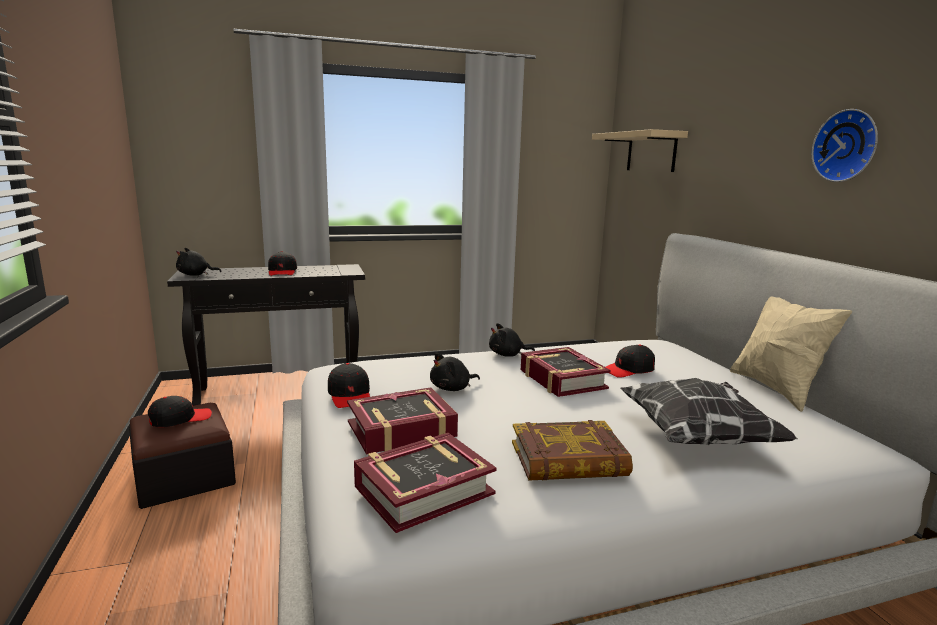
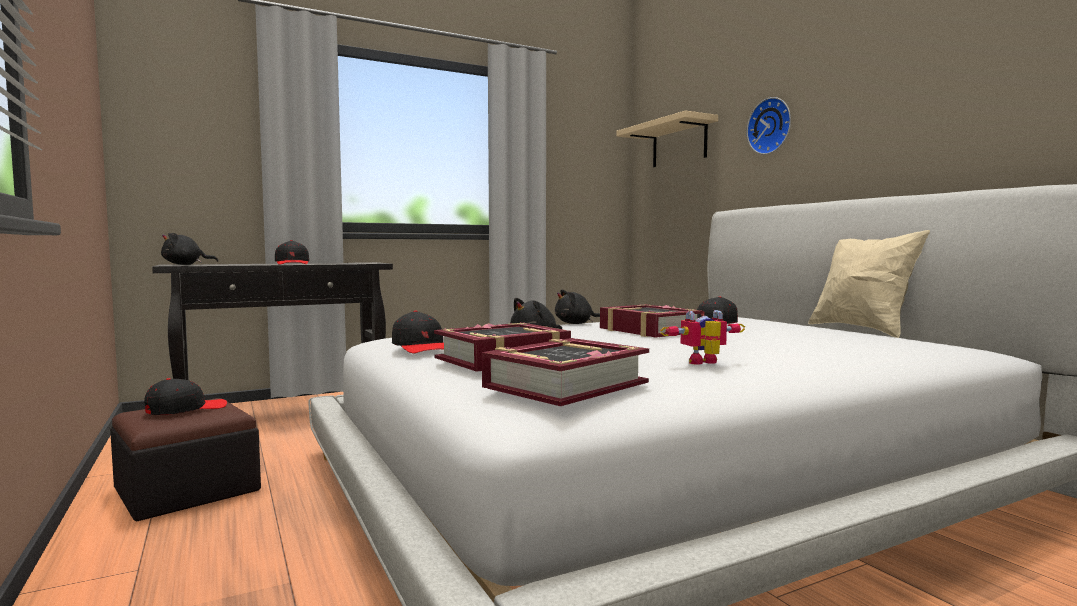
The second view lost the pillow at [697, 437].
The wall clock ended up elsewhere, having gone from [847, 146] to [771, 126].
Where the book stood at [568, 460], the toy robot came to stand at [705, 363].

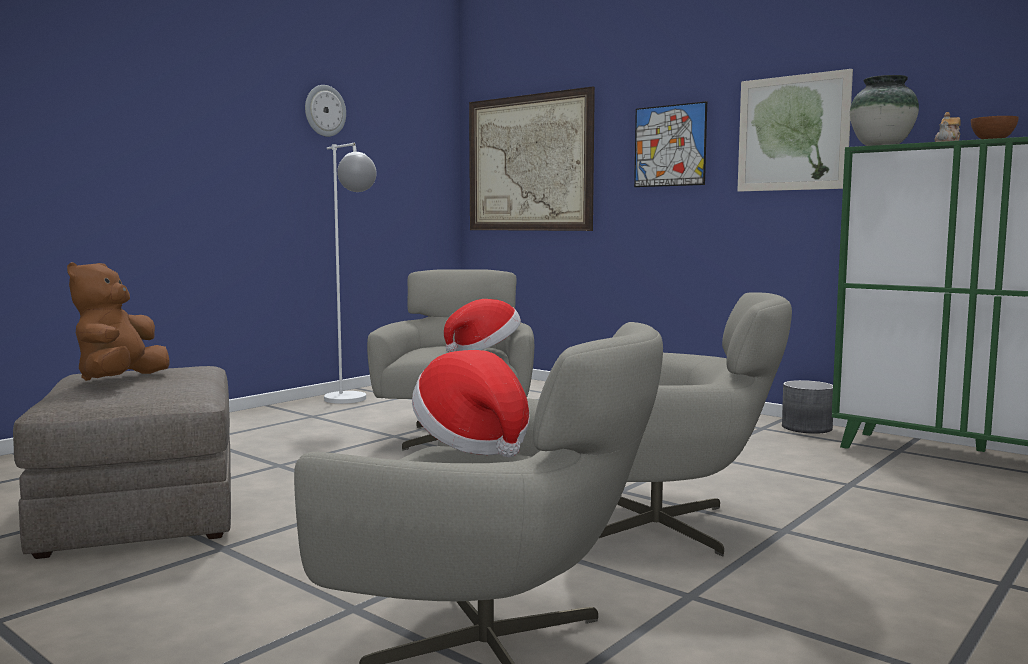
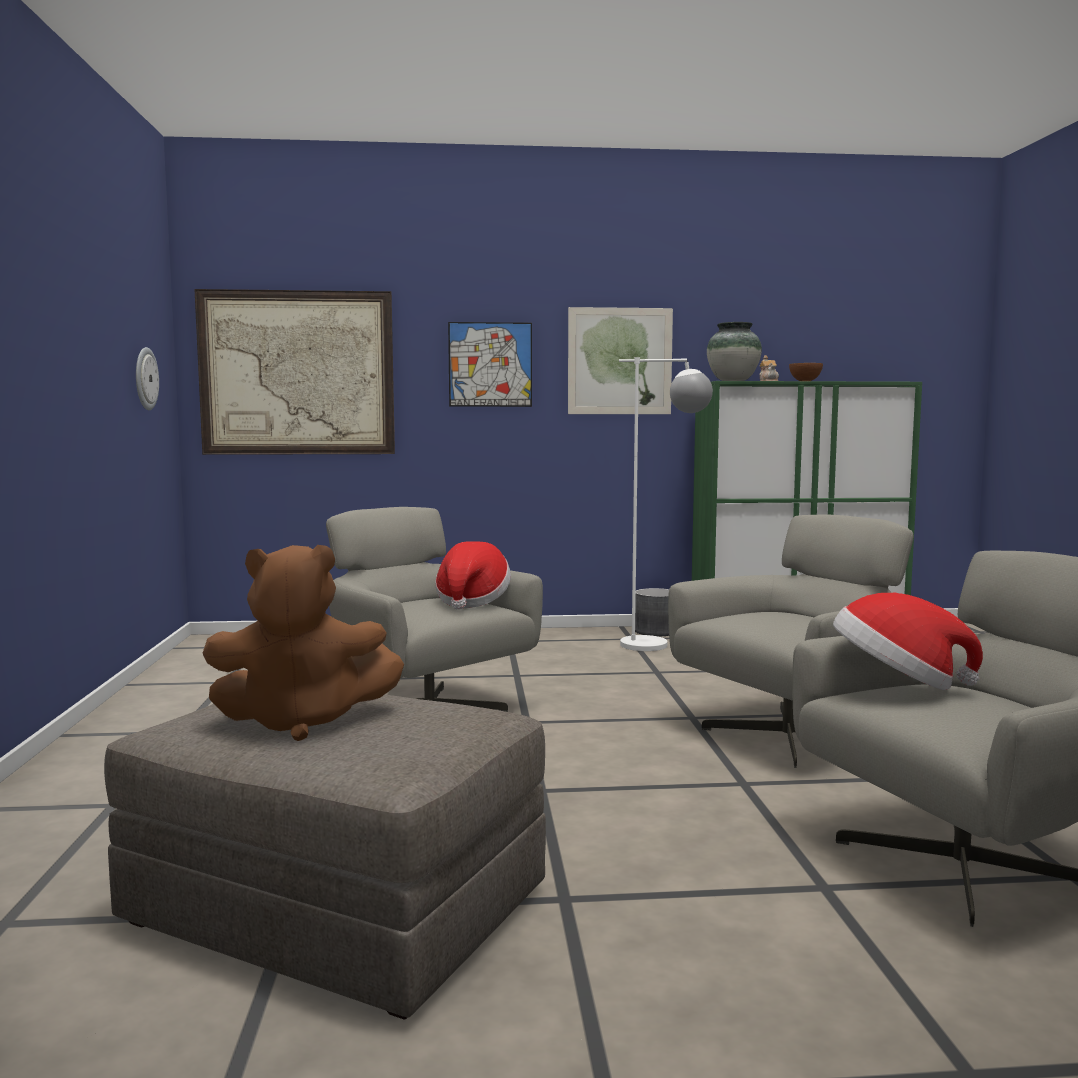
The wall clock ended up elsewhere, having gone from [324, 111] to [145, 379].
The white floor lamp ended up elsewhere, having gone from [352, 401] to [661, 645].
The brown plush toy at [120, 381] ended up facing another way, 60 degrees counterclockwise from before.

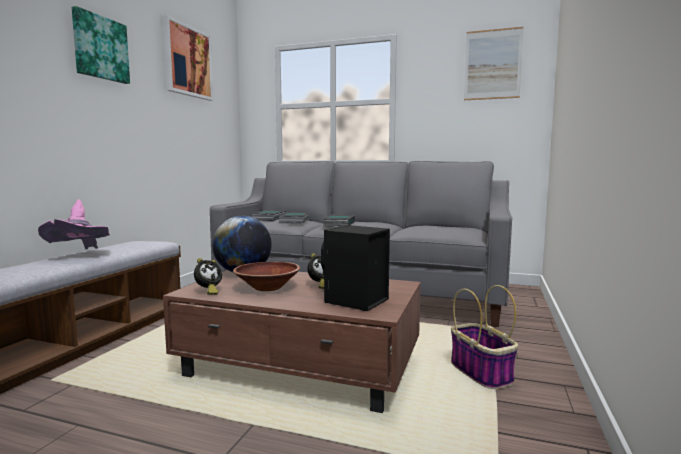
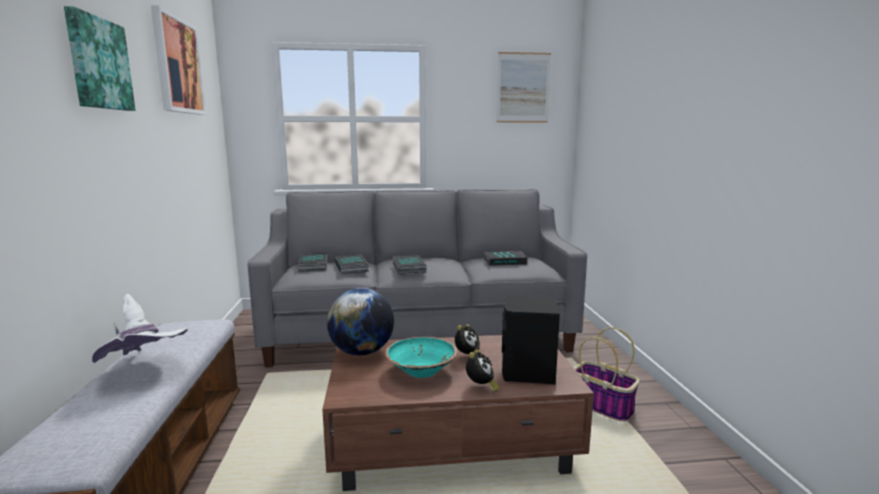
The second view gained the book at [505, 261].
The alarm clock ended up elsewhere, having gone from [208, 292] to [481, 387].
What was the pink hat at [80, 256] turned into the white hat at [143, 371].
What was the brown bowl at [267, 288] turned into the turquoise bowl at [421, 371].

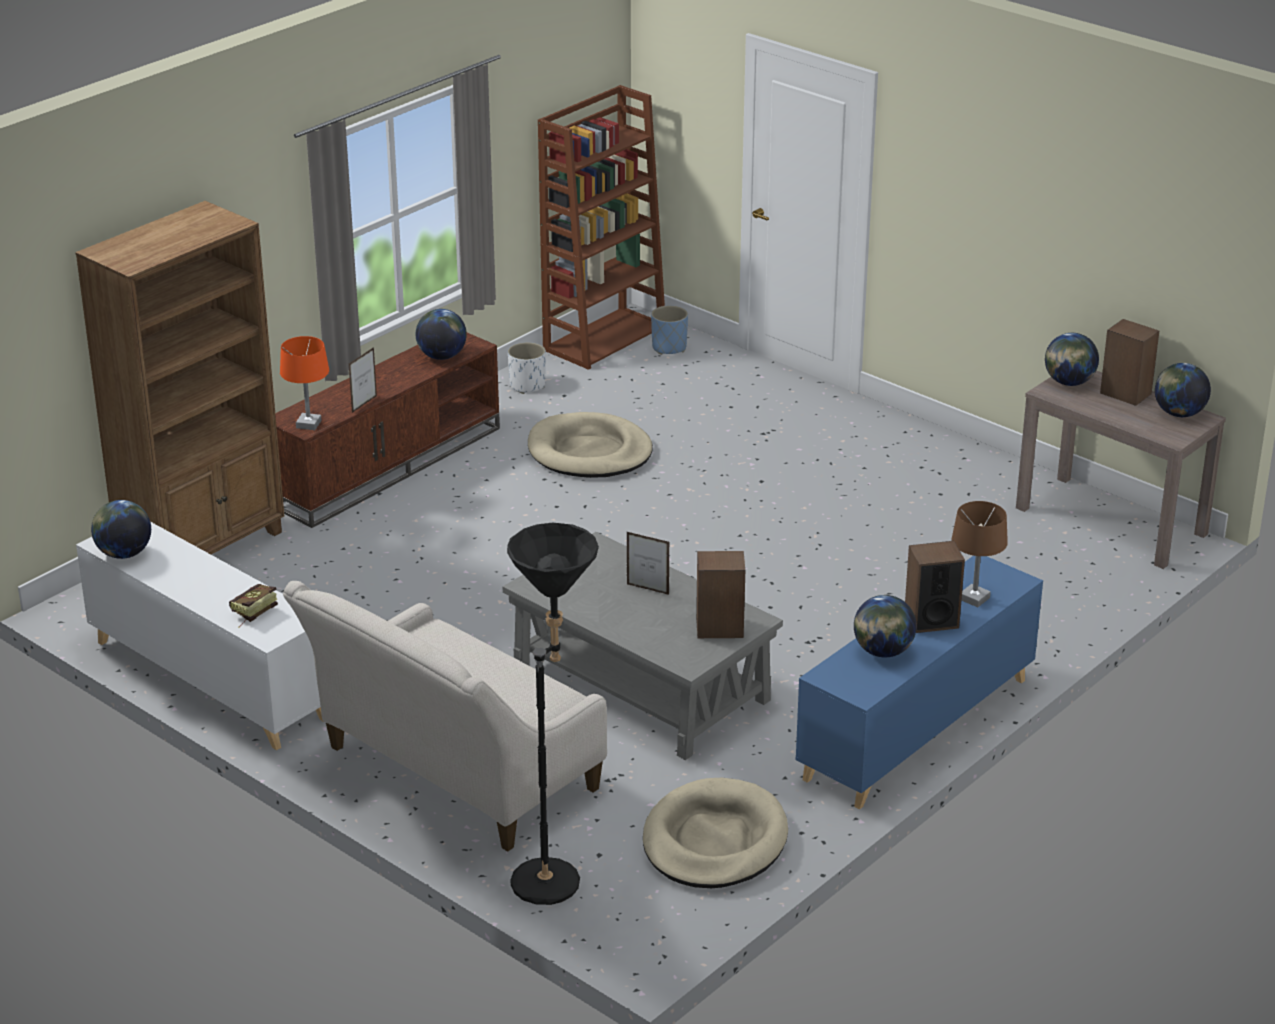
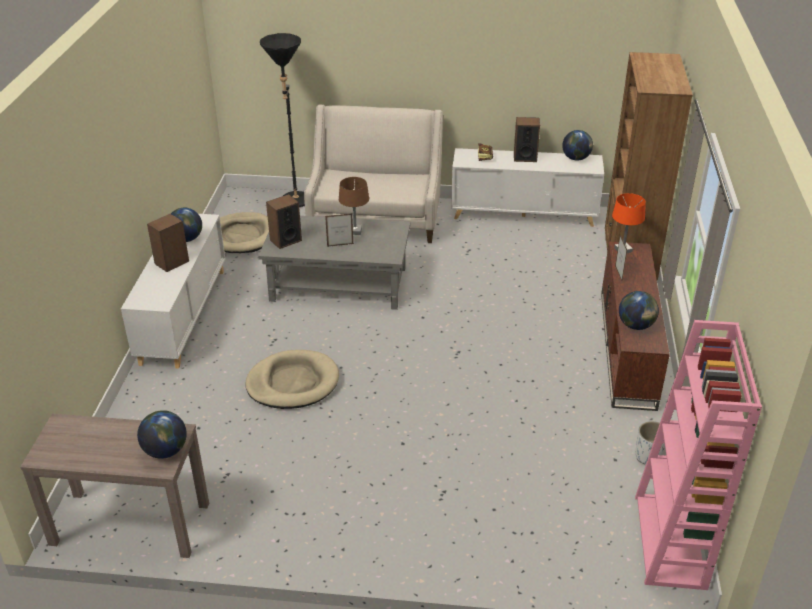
The second view lost the blue planter at [669, 347].
The second view lost the globe at [1179, 413].
The beige dog bed ended up elsewhere, having gone from [589, 452] to [293, 383].
The brown table lamp ended up elsewhere, having gone from [974, 598] to [355, 231].
The speaker ended up elsewhere, having gone from [1125, 393] to [525, 157].
What was the brown bookcase at [605, 338] turned into the pink bookcase at [671, 542].
What was the blue cabinet at [916, 729] turned into the white cabinet at [183, 315].

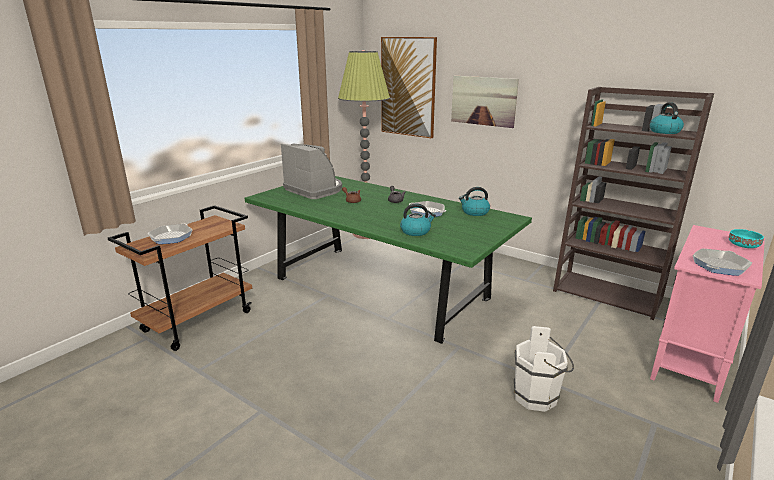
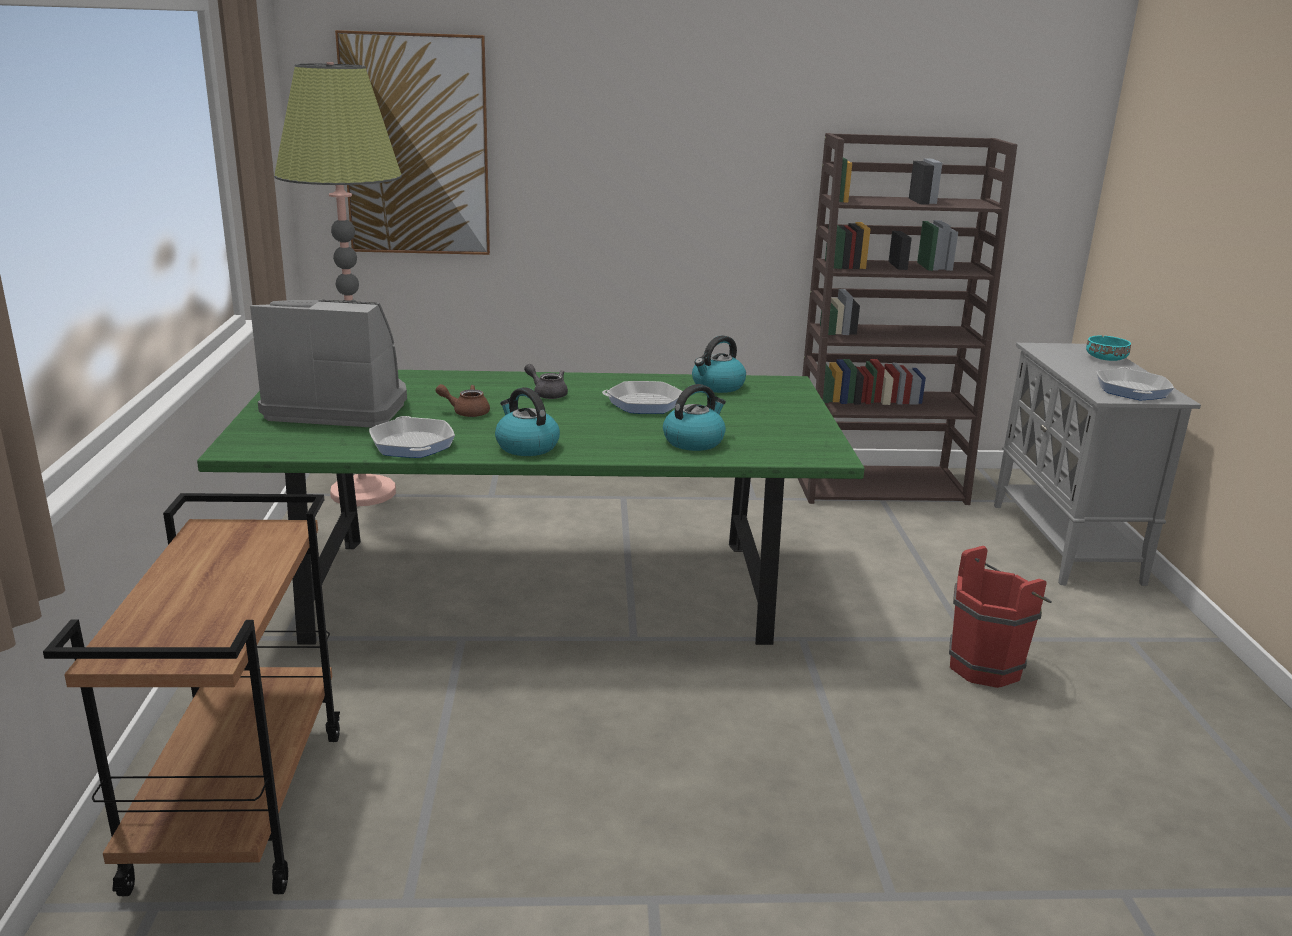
The second view lost the picture at [483, 101].
The frying pan ended up elsewhere, having gone from [171, 237] to [412, 444].
The kettle ended up elsewhere, having gone from [664, 131] to [526, 446].
What was the white bucket at [538, 397] turned into the red bucket at [989, 665].
What was the pink cabinet at [691, 360] turned into the grey cabinet at [1066, 543].

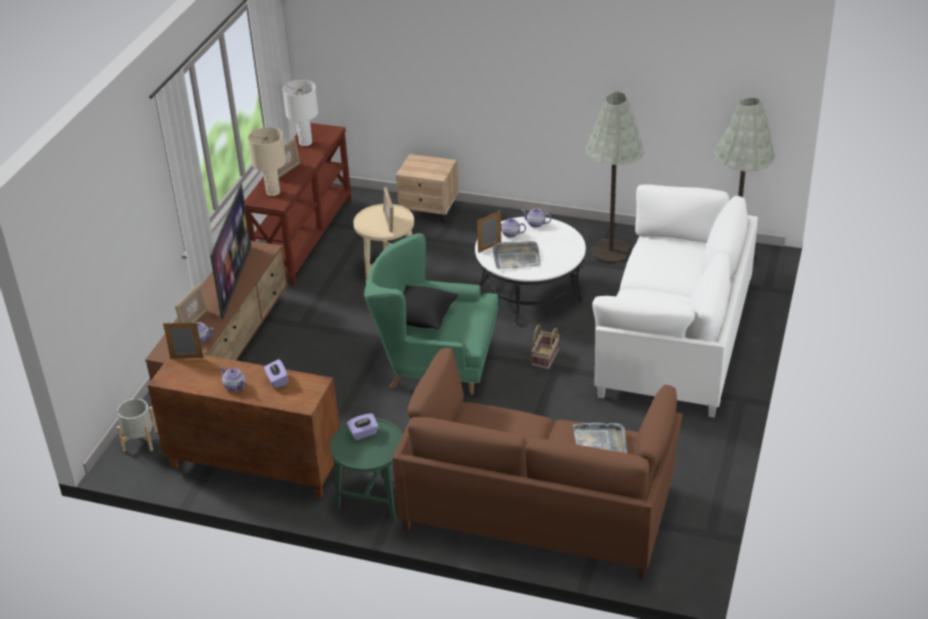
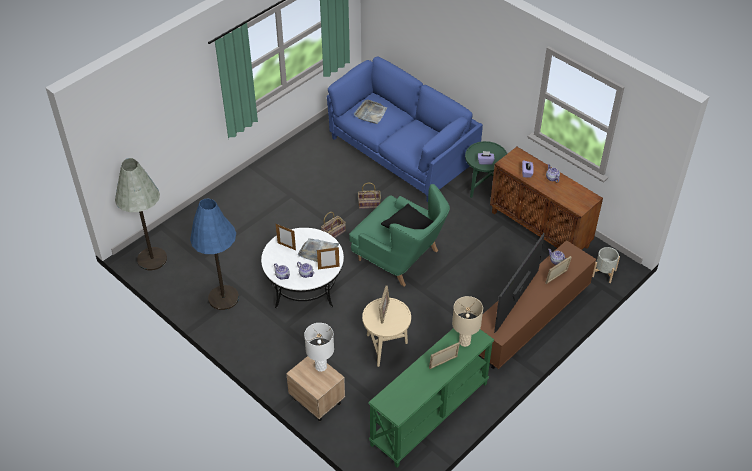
The second view lost the white sofa at [674, 339].
The second view gained the basket at [369, 204].
The picture frame ended up elsewhere, having gone from [187, 358] to [286, 246].
The white table lamp ended up elsewhere, having gone from [305, 143] to [321, 366].
What was the brown console table at [304, 238] turned into the green console table at [430, 414].
What was the brown sofa at [538, 507] turned into the blue sofa at [402, 152].
What was the grey floor lamp at [611, 252] turned into the blue floor lamp at [223, 298].

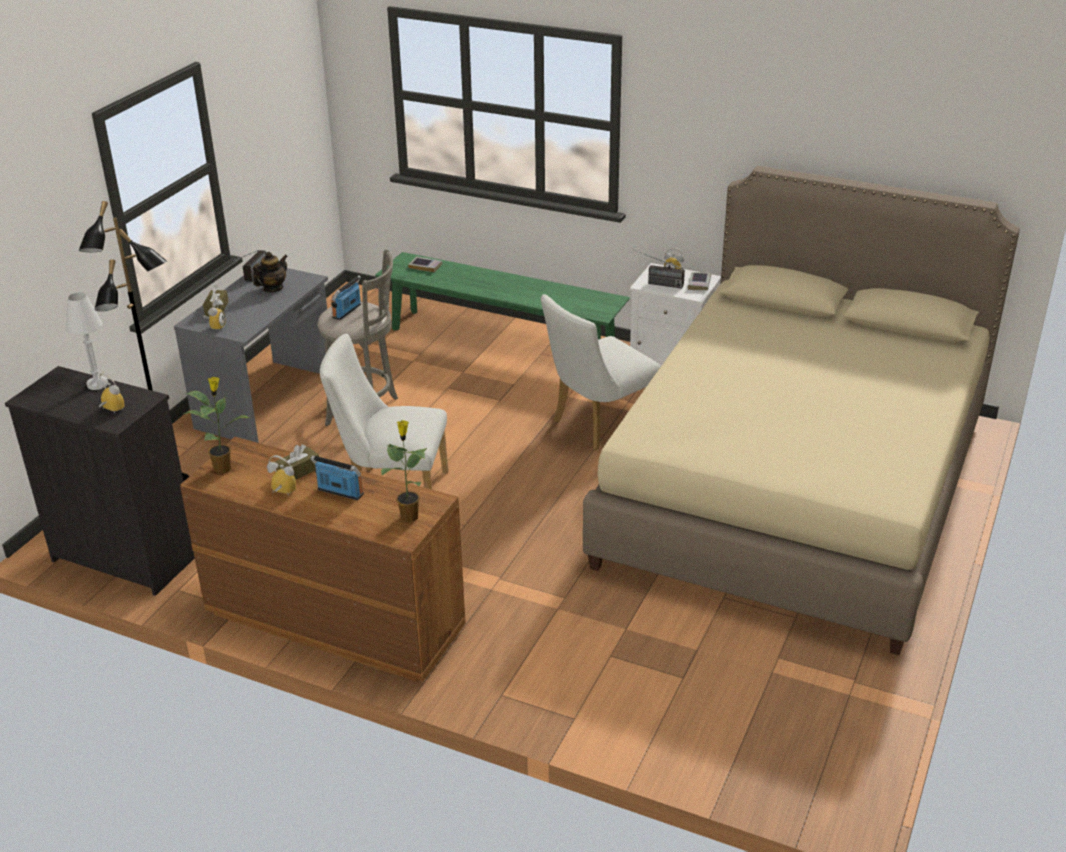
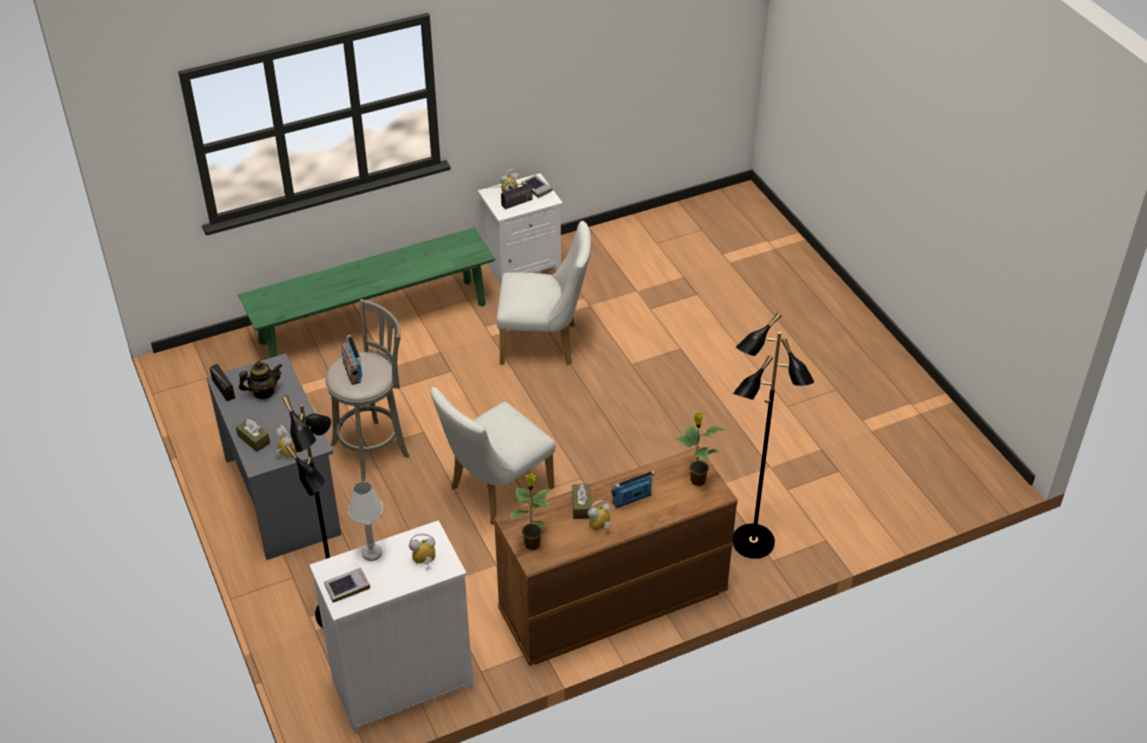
The second view lost the beige bed at [796, 488].
The second view gained the black floor lamp at [752, 543].
The book ended up elsewhere, having gone from [425, 266] to [347, 587].
What was the black dresser at [124, 557] turned into the white dresser at [401, 685].
The teapot at [273, 288] ended up facing another way, 75 degrees clockwise from before.
The white chair at [598, 425] ended up facing another way, 90 degrees counterclockwise from before.

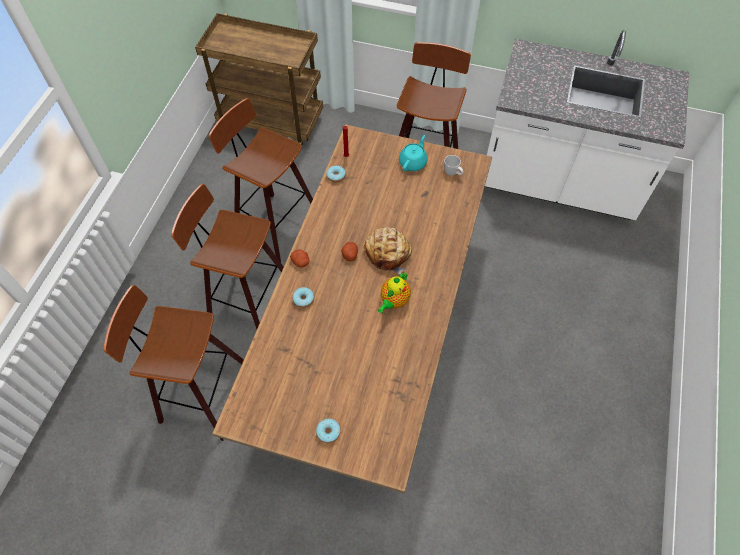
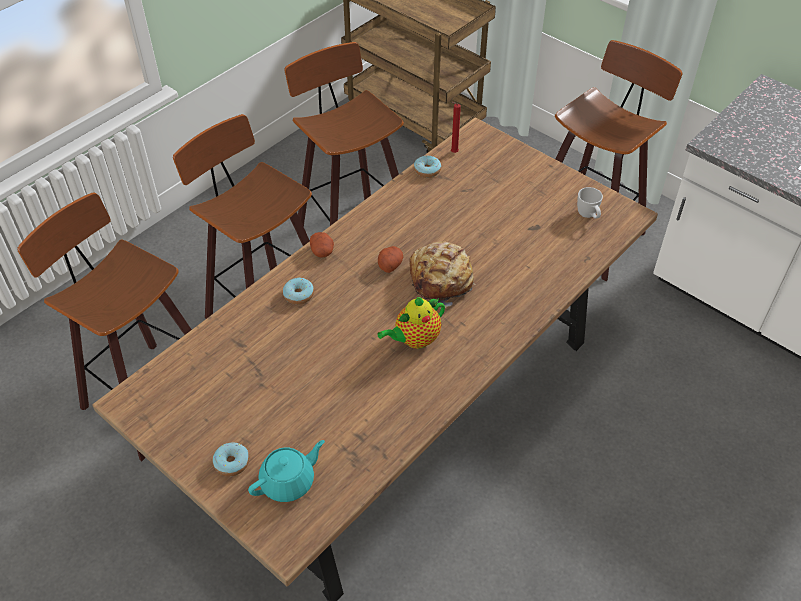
The turquoise teapot ended up elsewhere, having gone from [413, 162] to [289, 481].

